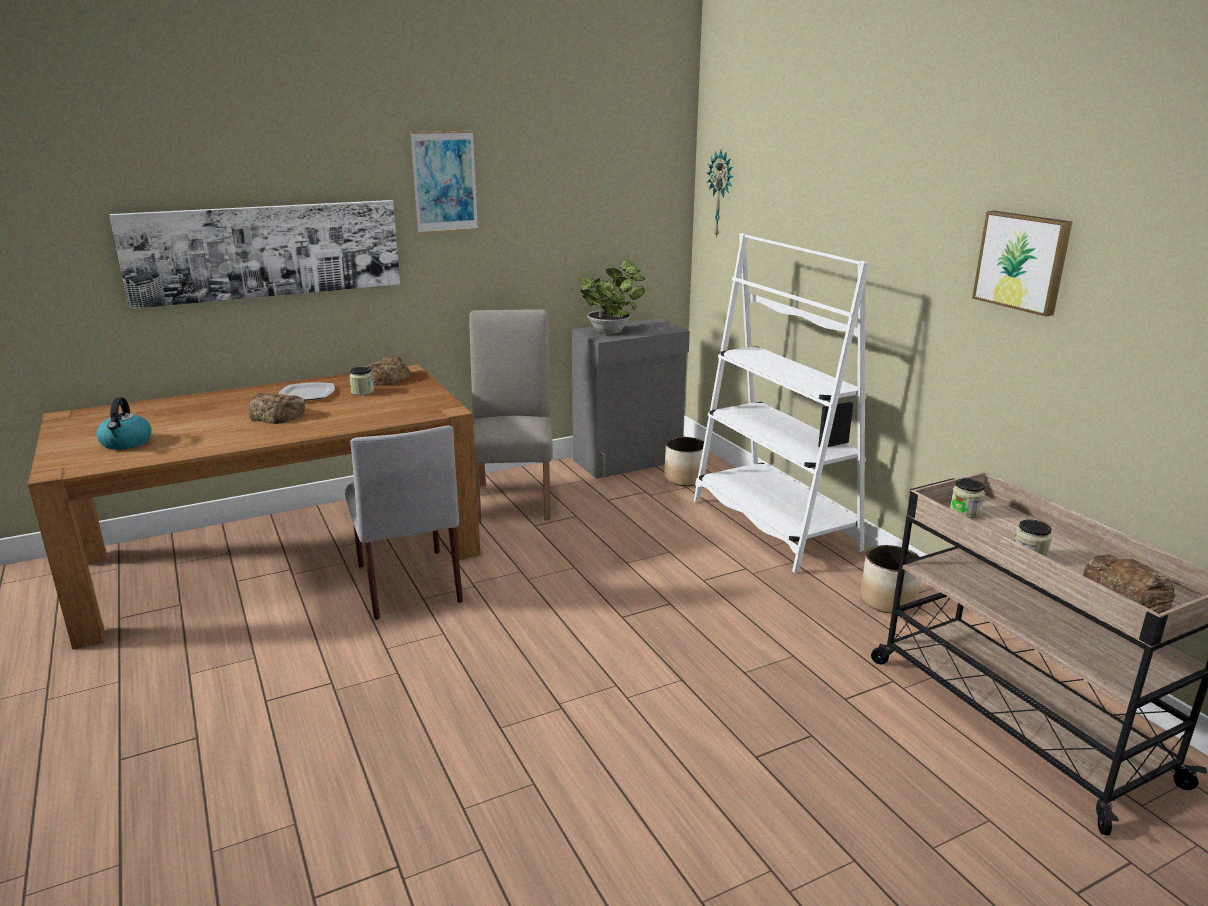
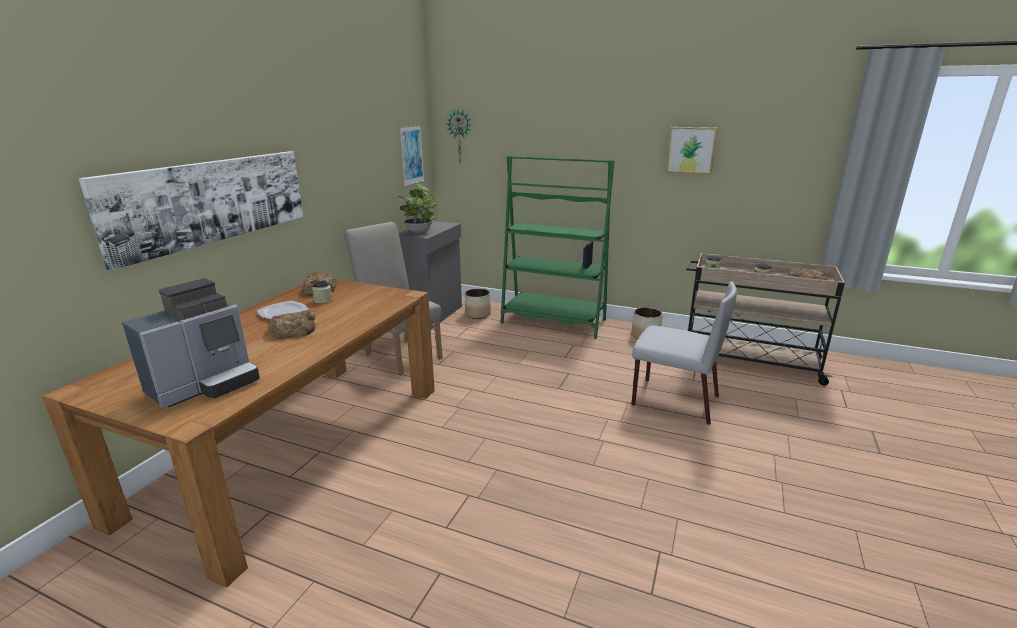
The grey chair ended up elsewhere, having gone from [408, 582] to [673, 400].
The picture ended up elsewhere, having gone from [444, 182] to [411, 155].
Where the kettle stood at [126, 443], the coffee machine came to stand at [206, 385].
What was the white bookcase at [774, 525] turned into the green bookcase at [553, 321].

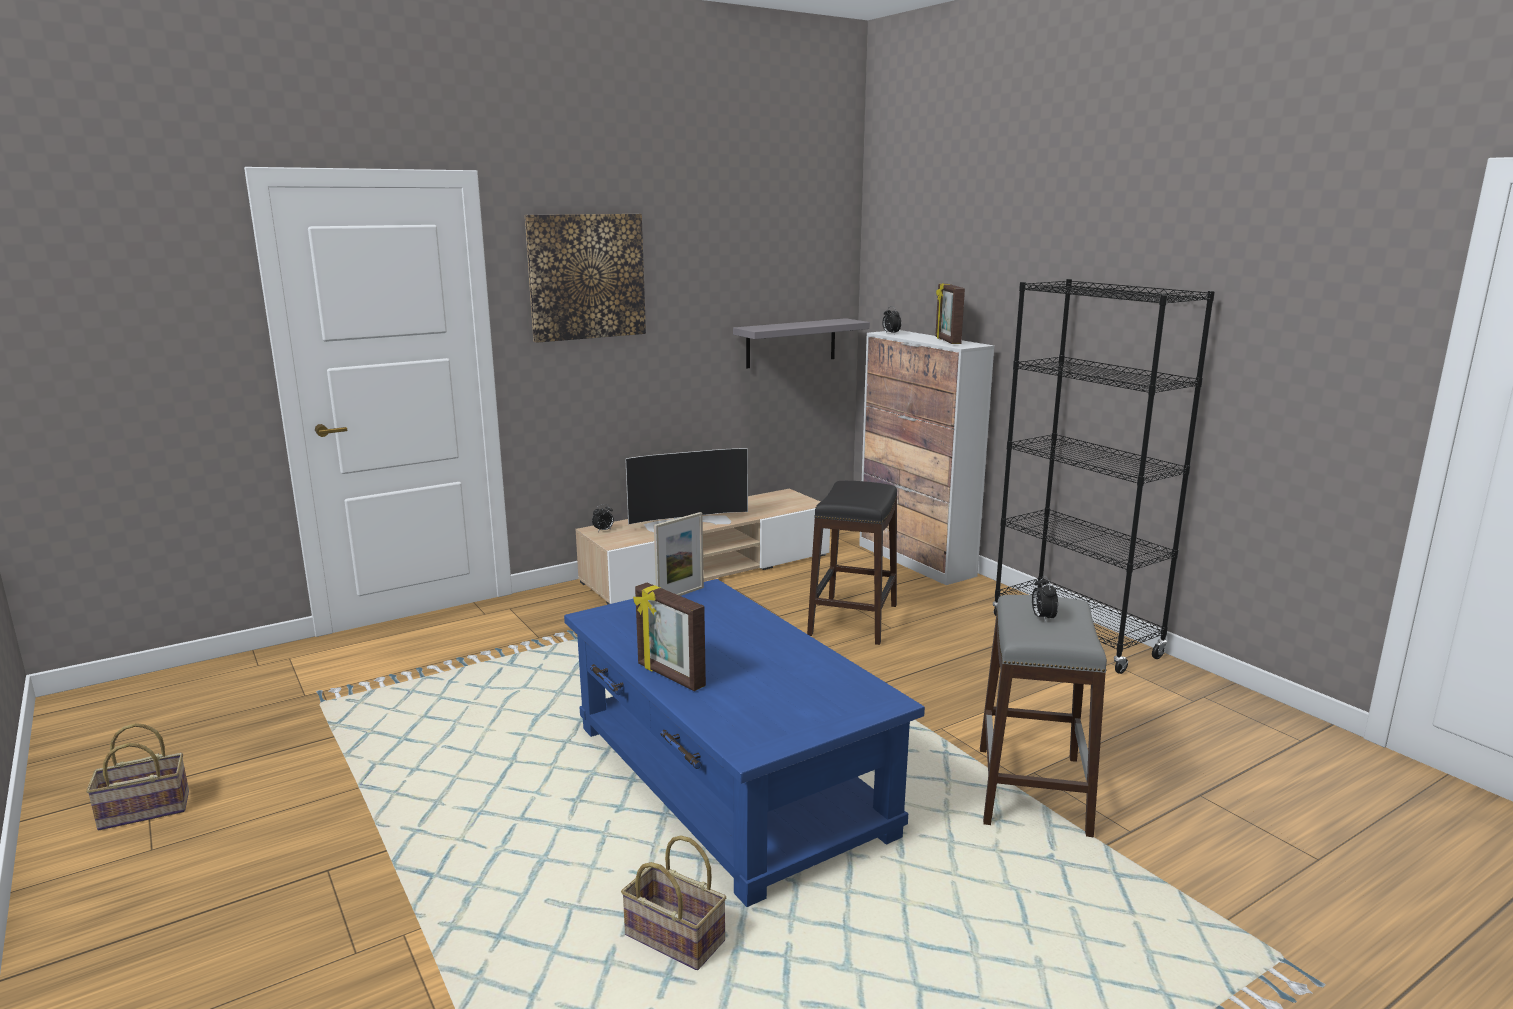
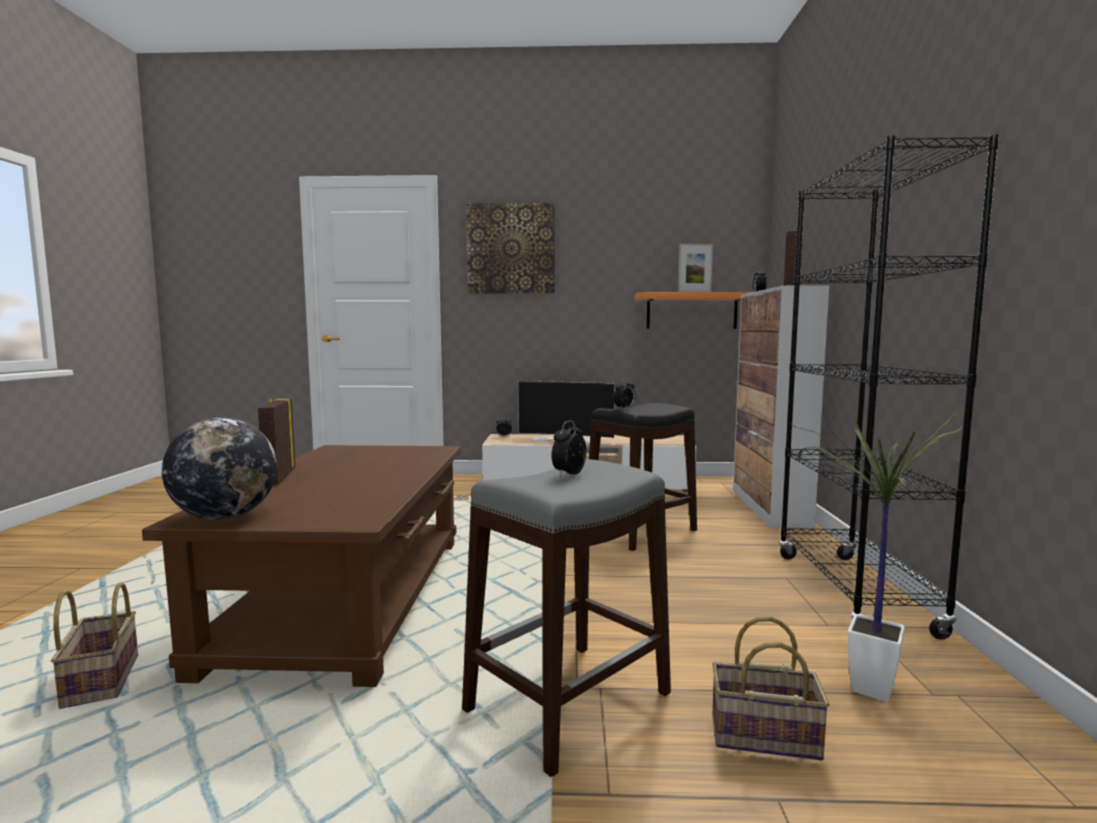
The second view gained the globe at [224, 517].
The second view gained the alarm clock at [624, 408].
The second view gained the potted plant at [863, 684].
The basket ended up elsewhere, having gone from [142, 812] to [762, 737].
The picture frame ended up elsewhere, having gone from [680, 594] to [694, 292].
What was the blue coffee table at [728, 778] turned into the brown coffee table at [350, 597].
What was the grey shelf at [791, 343] turned into the orange shelf at [691, 311].

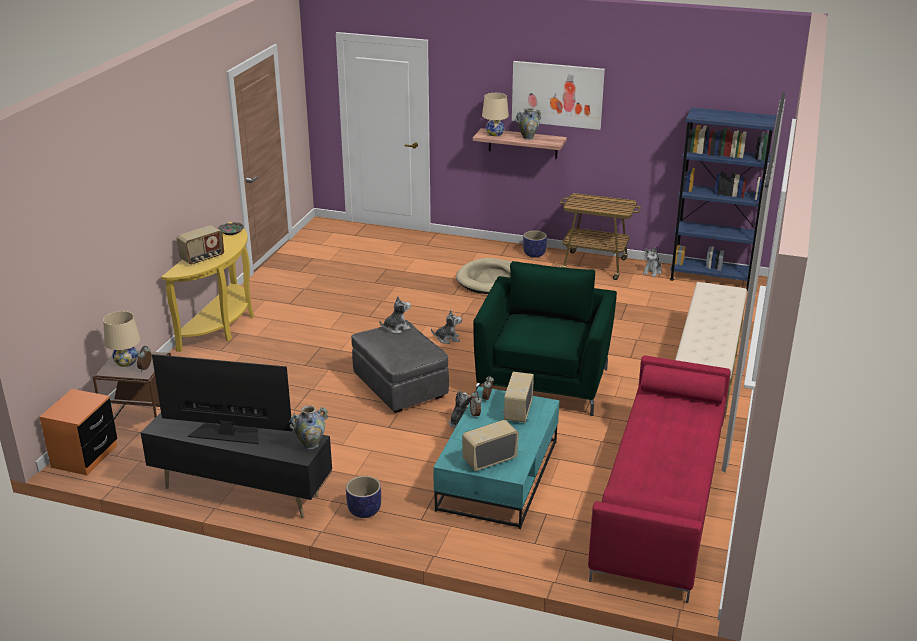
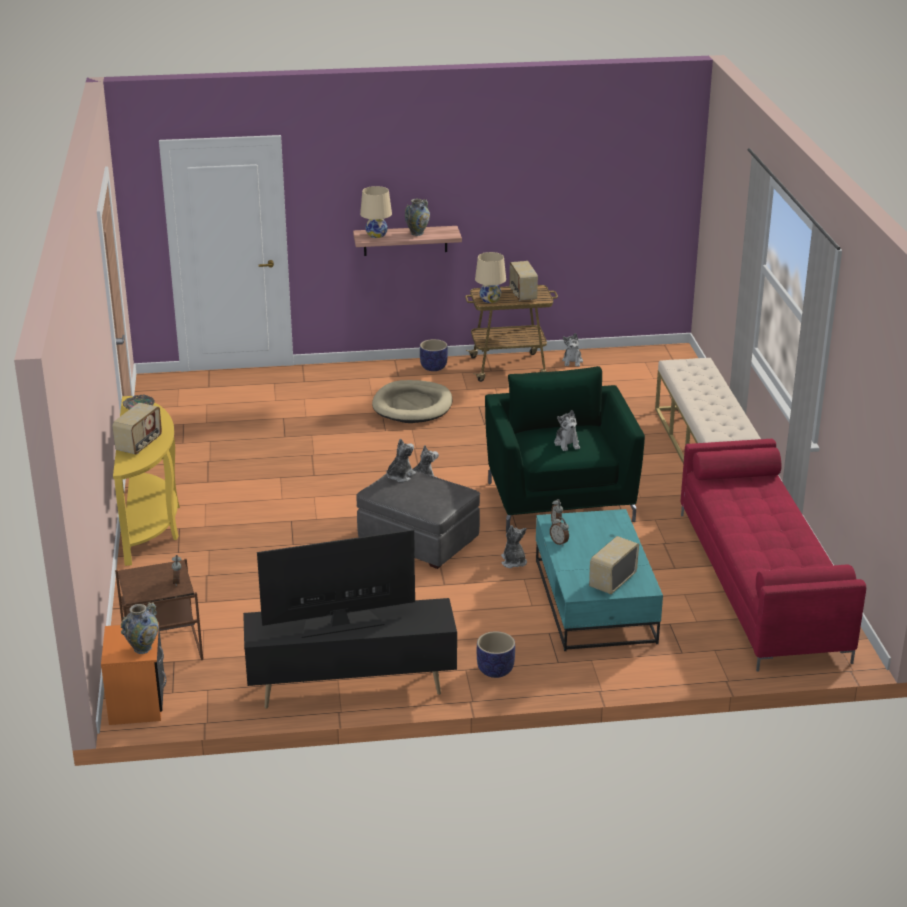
The second view lost the picture at [557, 94].
The second view lost the blue bookcase at [710, 278].
The second view gained the plush toy at [567, 443].
The beige table lamp ended up elsewhere, having gone from [126, 362] to [490, 299].
The vase ended up elsewhere, having gone from [311, 445] to [142, 648].
The radio ended up elsewhere, having gone from [517, 411] to [522, 294].

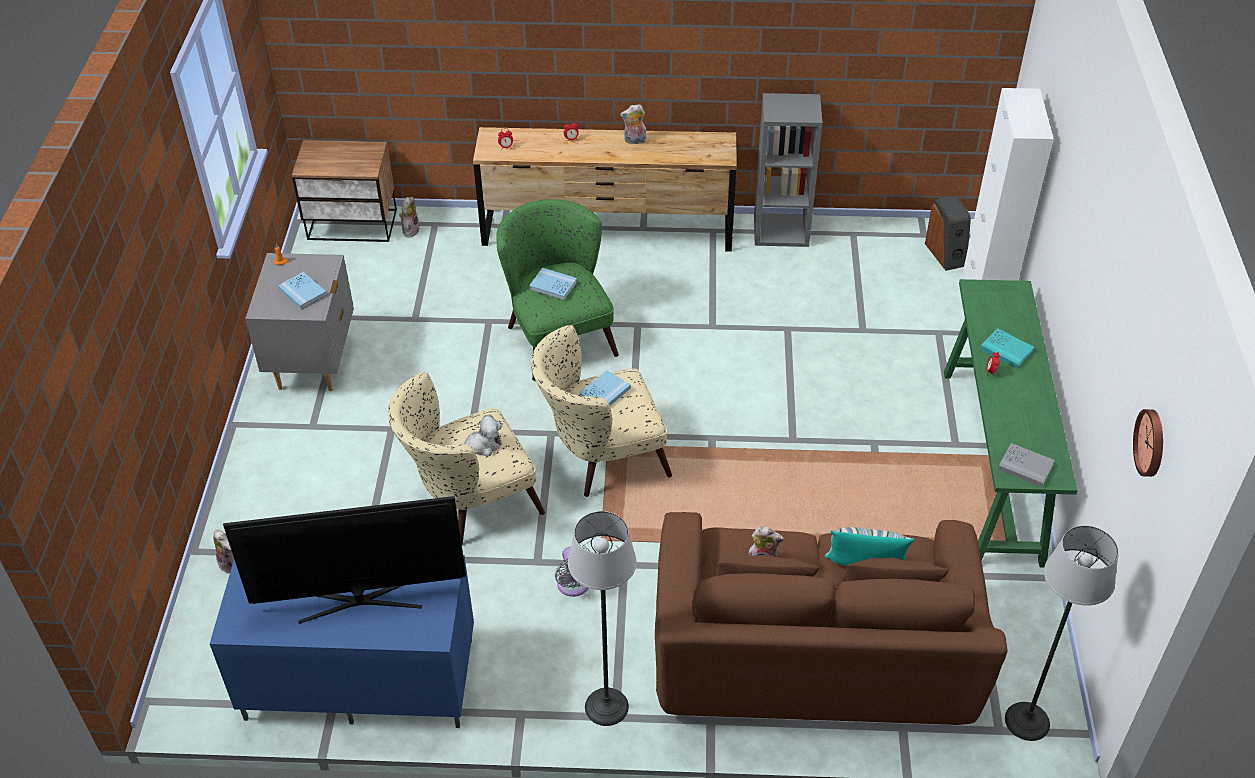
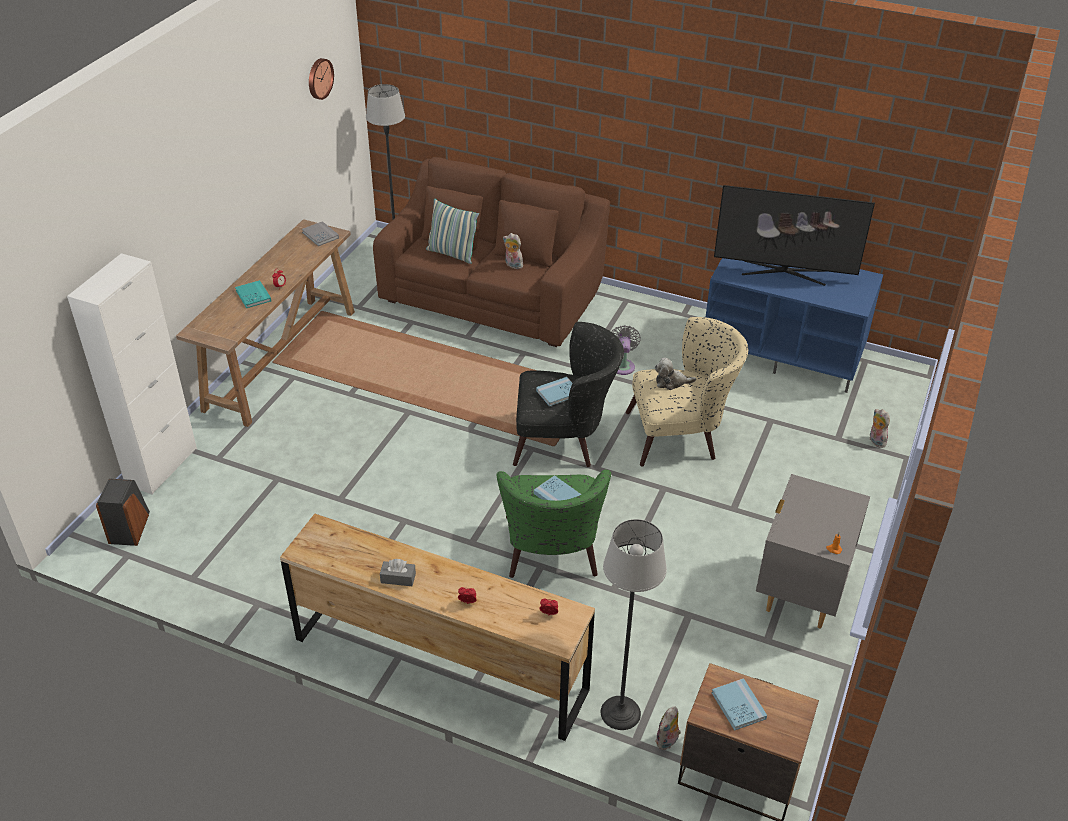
The second view lost the grey bookcase at [781, 231].
The blue book ended up elsewhere, having gone from [302, 292] to [738, 705].
The floor lamp ended up elsewhere, having gone from [606, 706] to [621, 713].
Where the plush toy stood at [634, 141], the grey tissue box came to stand at [398, 578].
What was the beige armchair at [600, 456] turned into the black armchair at [564, 440].
What was the green console table at [992, 465] turned into the brown console table at [282, 358].

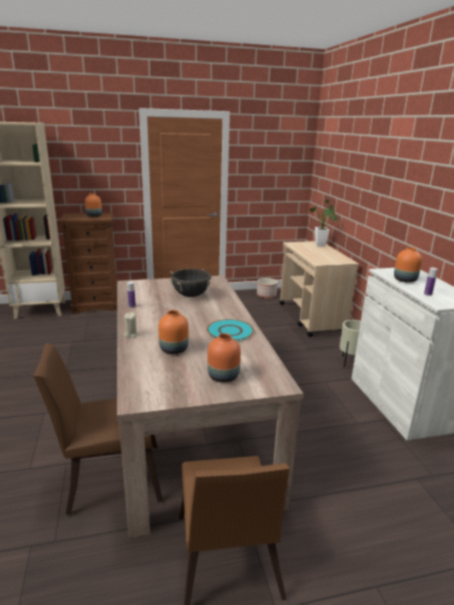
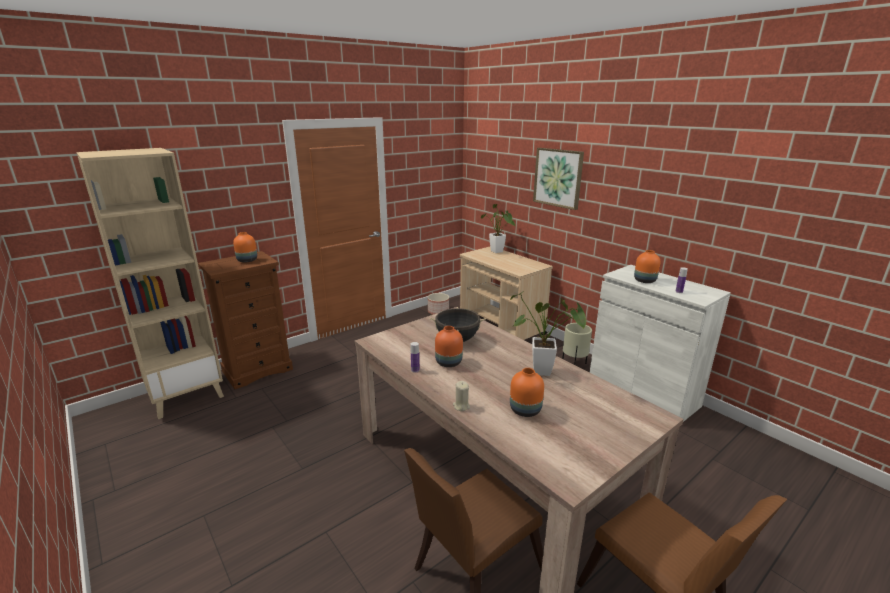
The second view gained the picture at [558, 177].
The orange vase ended up elsewhere, having gone from [222, 376] to [448, 362].
Where the turquoise plate stood at [230, 331], the potted plant came to stand at [547, 372].

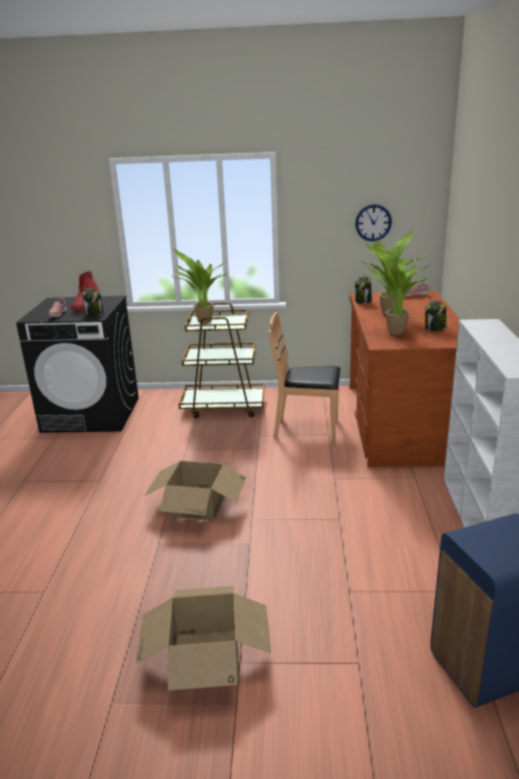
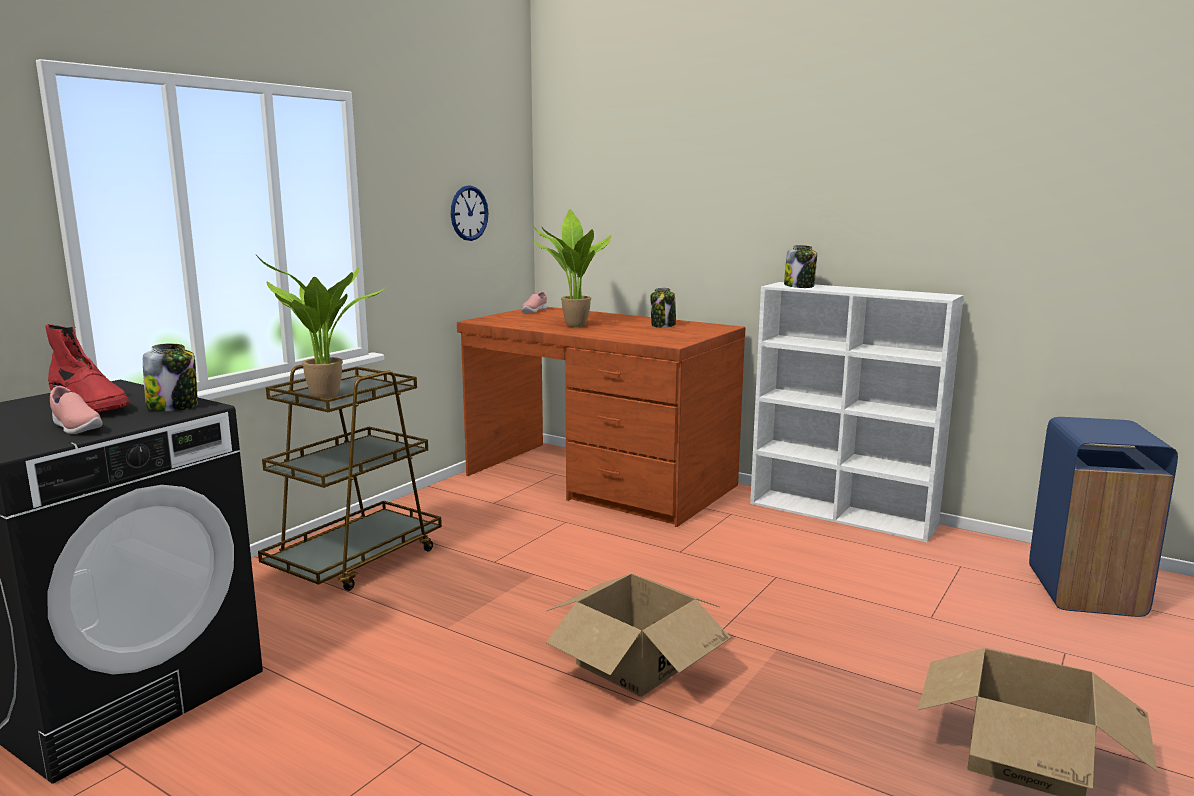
The second view lost the brown chair at [307, 430].
The second view lost the potted plant at [393, 333].
The jar ended up elsewhere, having gone from [363, 301] to [799, 286].

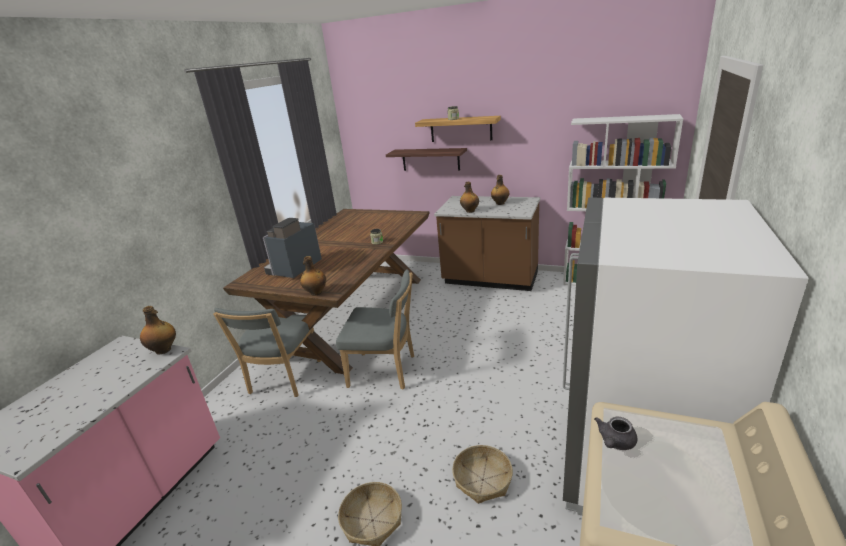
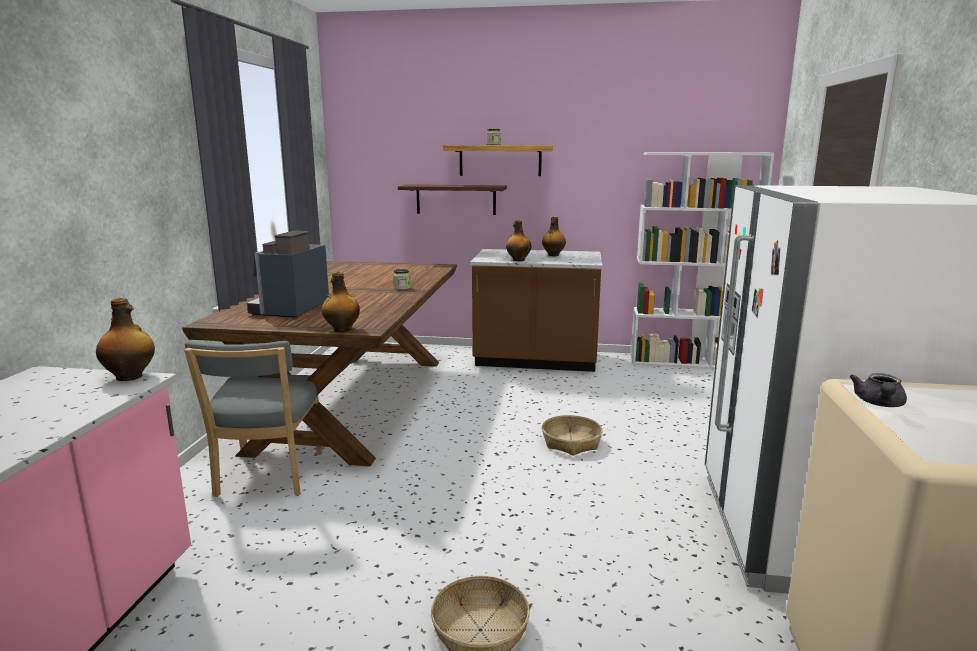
The second view lost the grey chair at [385, 371].
The basket ended up elsewhere, having gone from [482, 479] to [571, 442].

